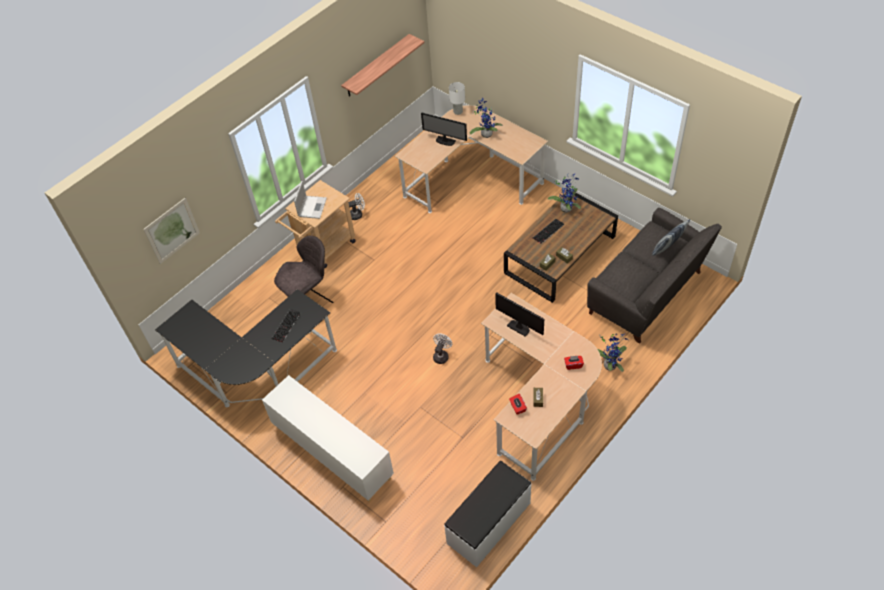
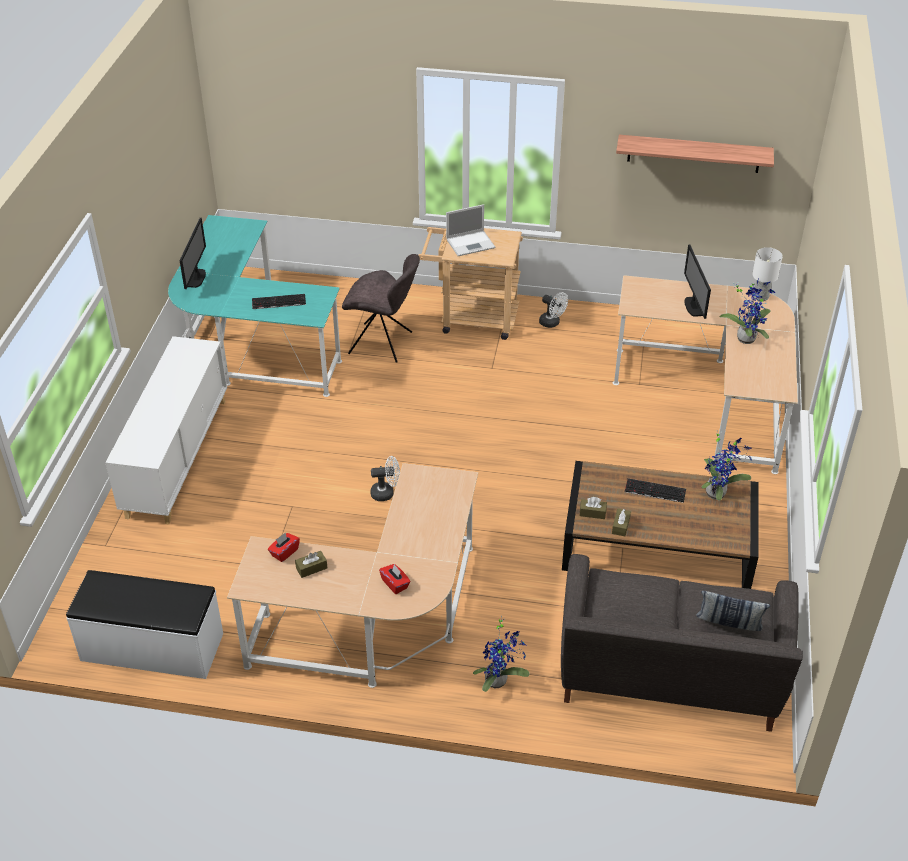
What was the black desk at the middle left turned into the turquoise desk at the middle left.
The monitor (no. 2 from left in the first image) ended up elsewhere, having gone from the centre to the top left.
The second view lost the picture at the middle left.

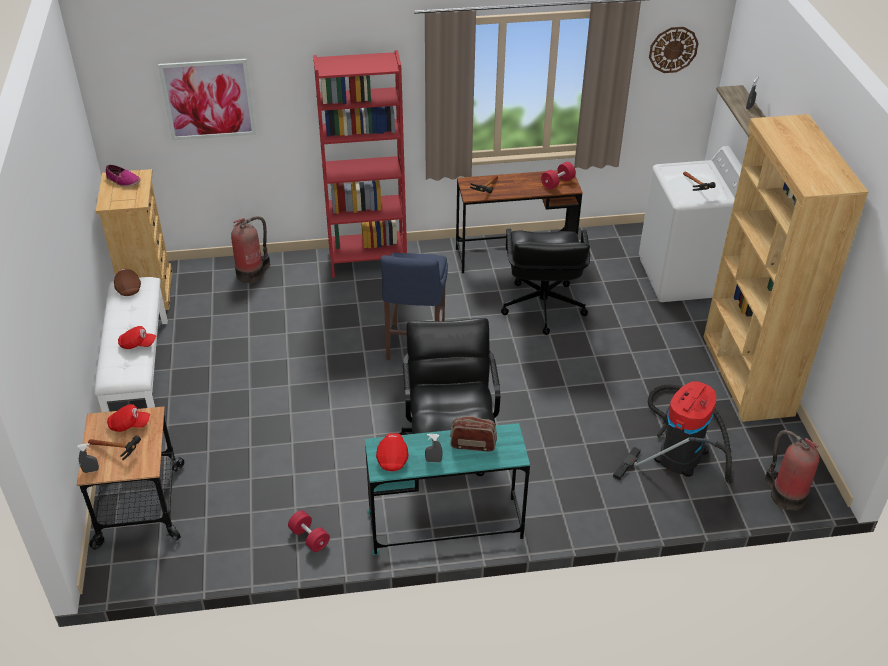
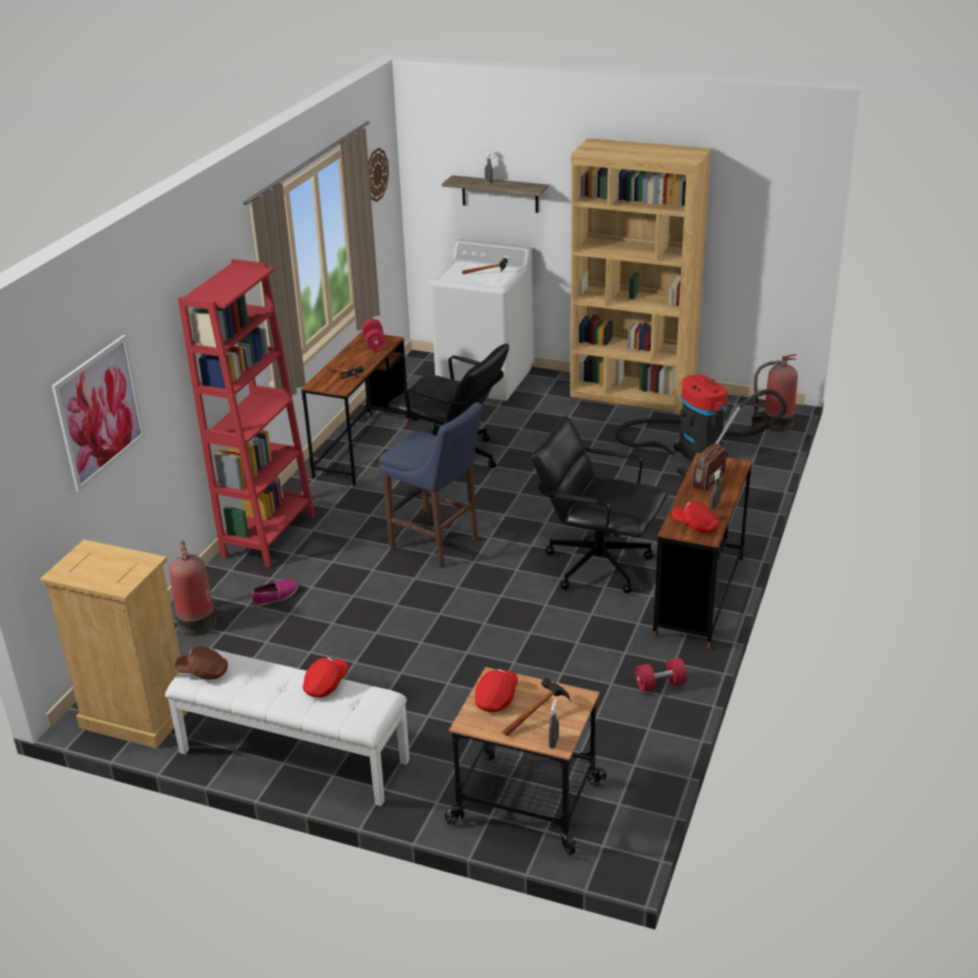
The shoe ended up elsewhere, having gone from the top left to the middle left.
What was the turquoise desk at the bottom centre turned into the brown desk (no. 2 from left) at the middle right.

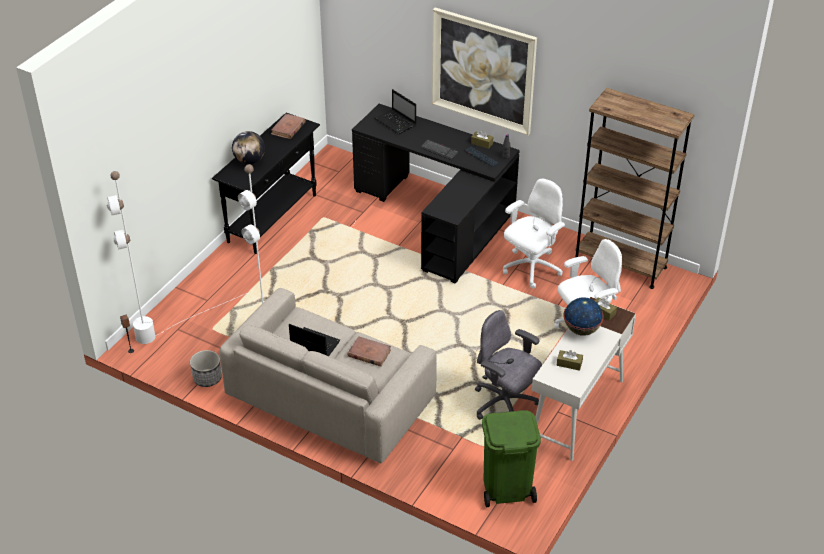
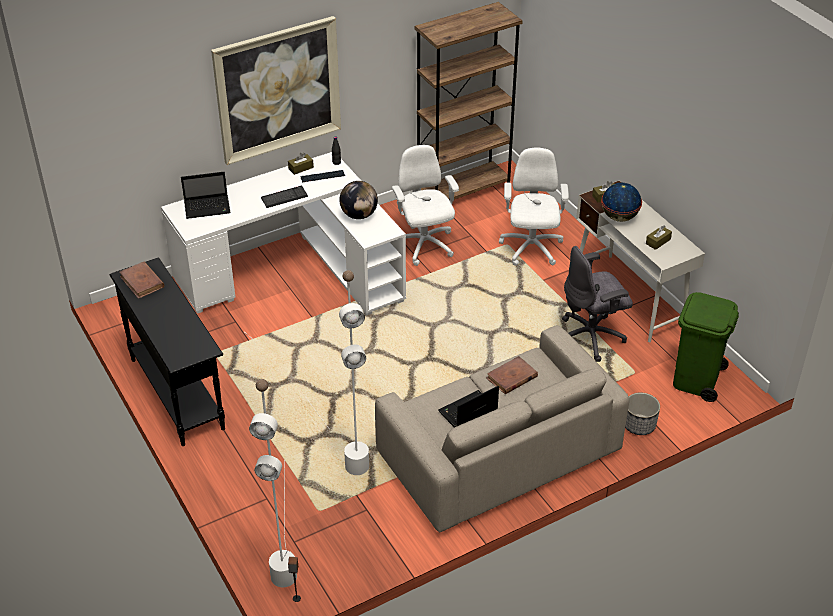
What was the black desk at the centre turned into the white desk (no. 1 from left) at the centre.
The globe (no. 1 from left) ended up elsewhere, having gone from the top left to the top centre.
The planter ended up elsewhere, having gone from the middle left to the bottom right.

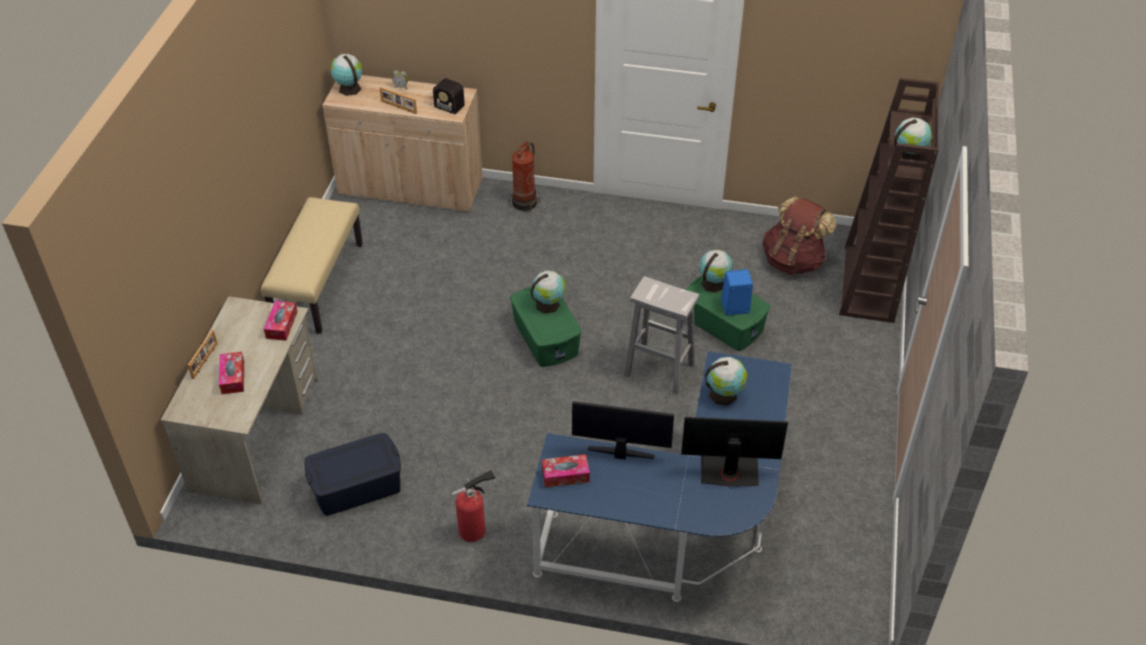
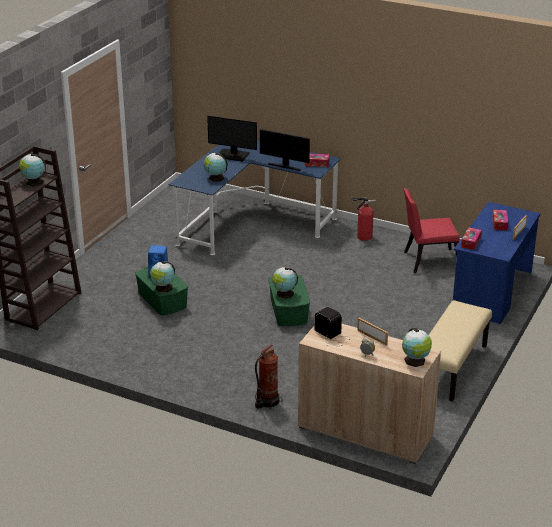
Where the blue storage box stood at the bottom left, the red chair came to stand at the middle right.
What was the beige desk at the middle left turned into the blue desk (no. 2 from left) at the middle right.
The second view lost the white stool at the centre.
The second view lost the brown backpack at the middle right.

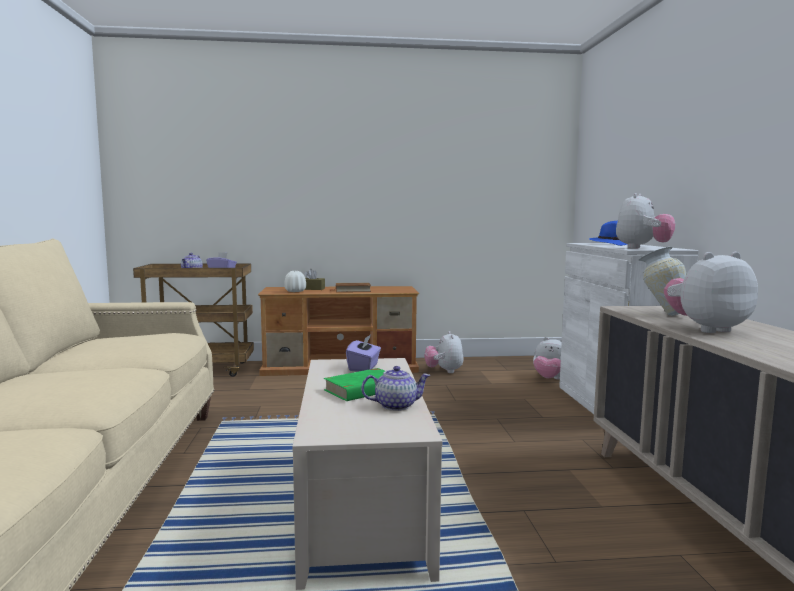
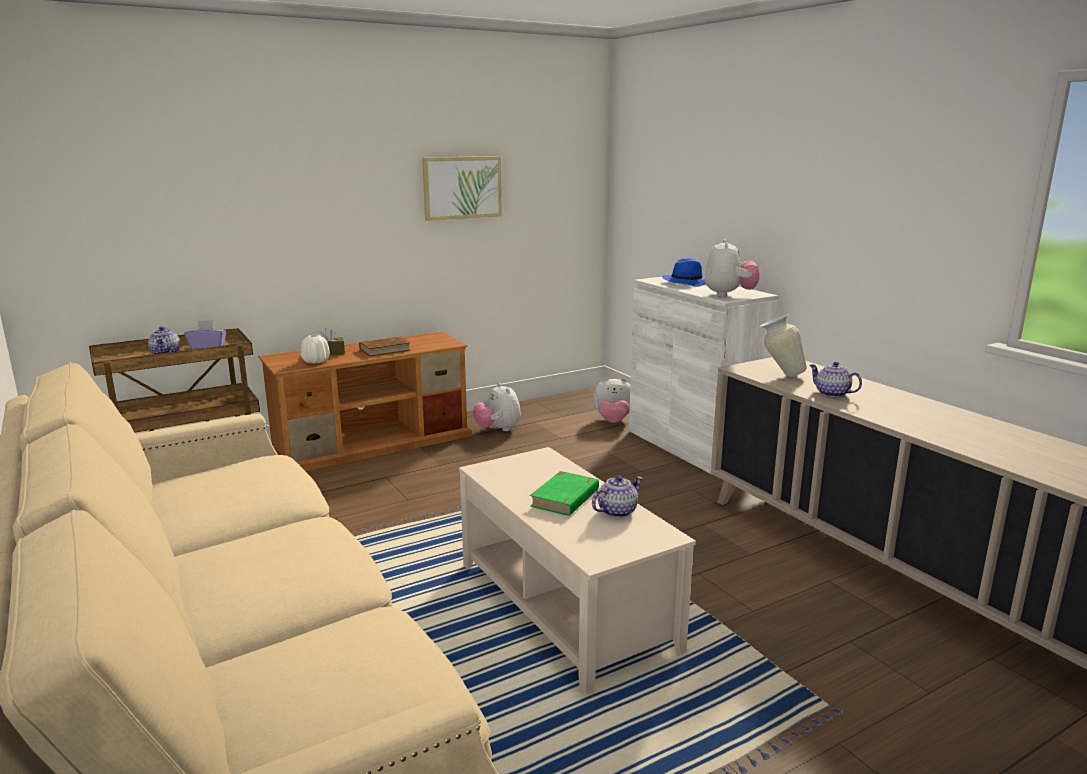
The second view gained the picture at the top centre.
Where the plush toy (no. 4 from left) stood at the middle right, the teapot (no. 3 from left) came to stand at the middle right.
The second view lost the purple tissue box (no. 2 from left) at the centre.

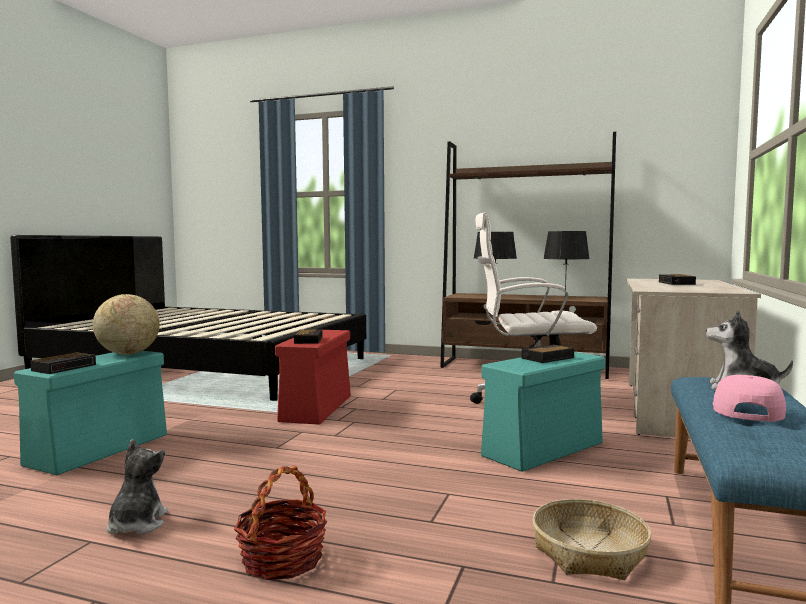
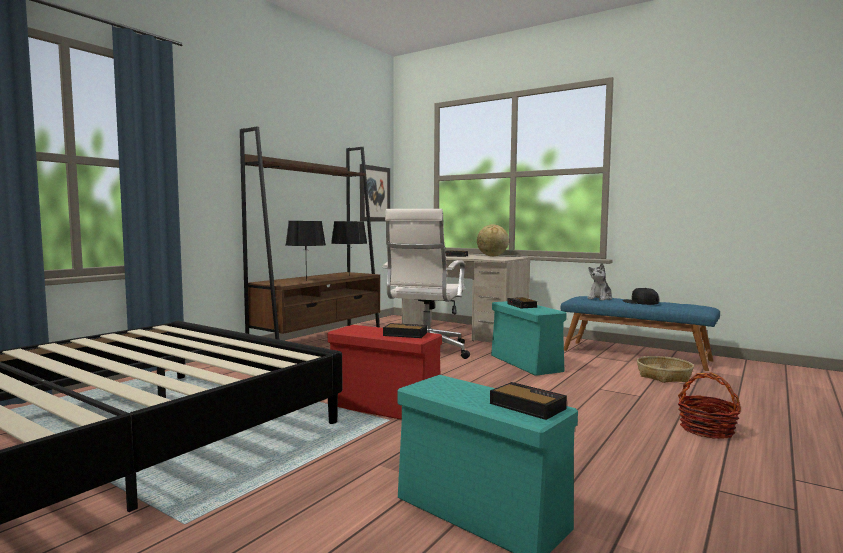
The second view gained the picture at the centre.
The globe ended up elsewhere, having gone from the middle left to the centre.
What was the pink cap at the middle right turned into the black cap at the middle right.
The second view lost the plush toy (no. 1 from left) at the bottom left.

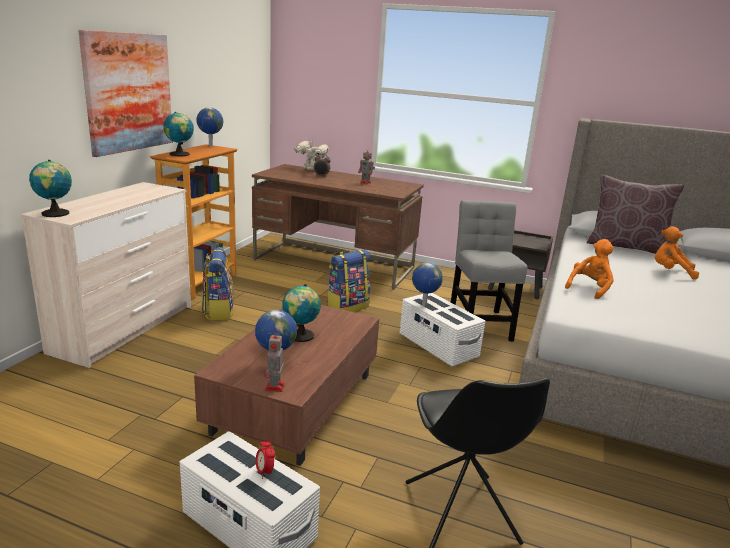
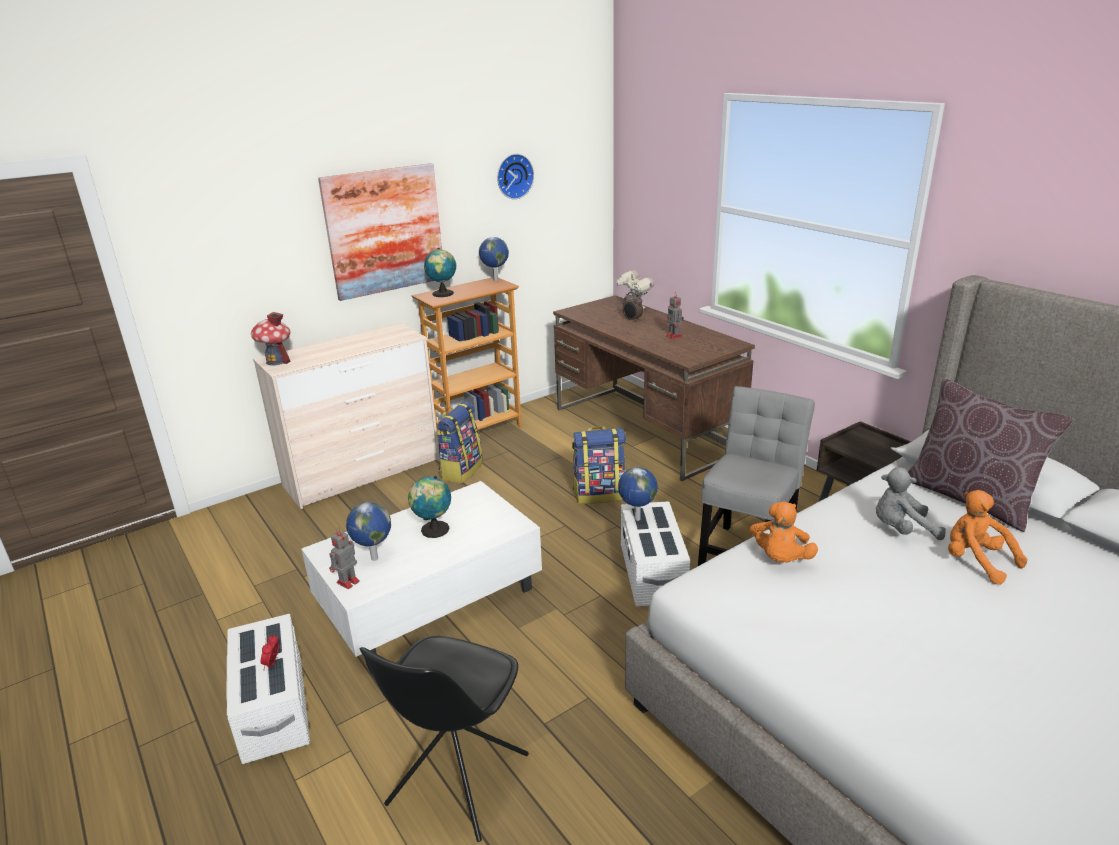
Where the globe (no. 1 from left) stood at the middle left, the toy house came to stand at the middle left.
What was the brown coffee table at the bottom centre turned into the white coffee table at the bottom centre.
The second view gained the wall clock at the top centre.
The orange plush toy (no. 1 from left) at the middle right ended up facing another way, 120 degrees clockwise from before.
The second view gained the grey plush toy at the middle right.

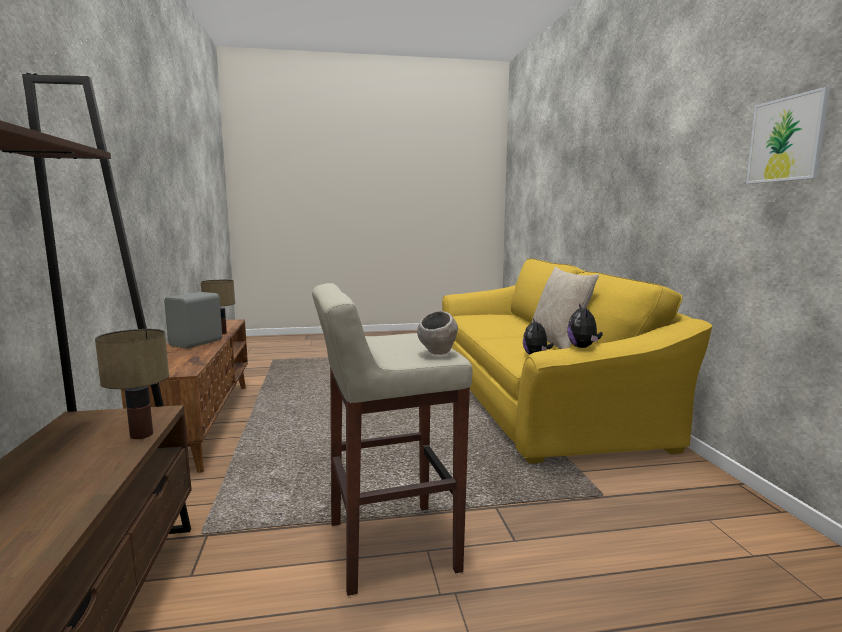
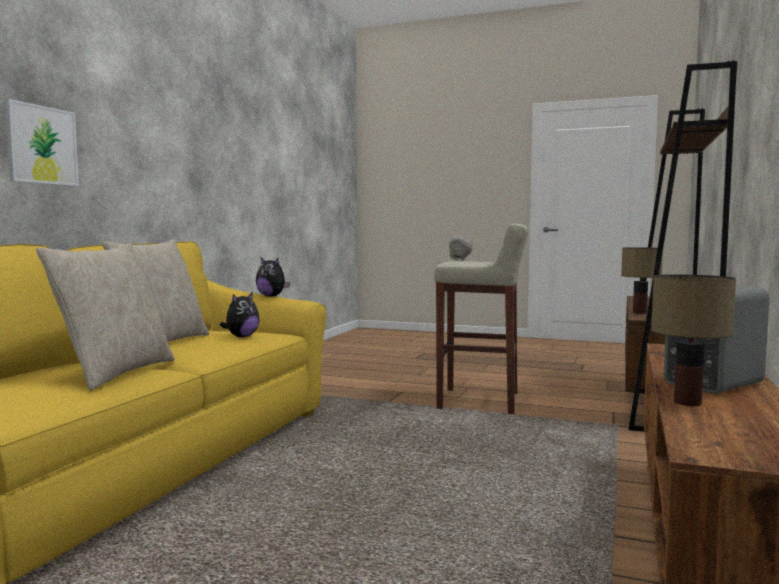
The picture ended up elsewhere, having gone from the top right to the top left.
The second view gained the beige pillow (no. 1 from left) at the middle left.
The plush toy (no. 2 from left) at the middle right ended up facing another way, 90 degrees clockwise from before.

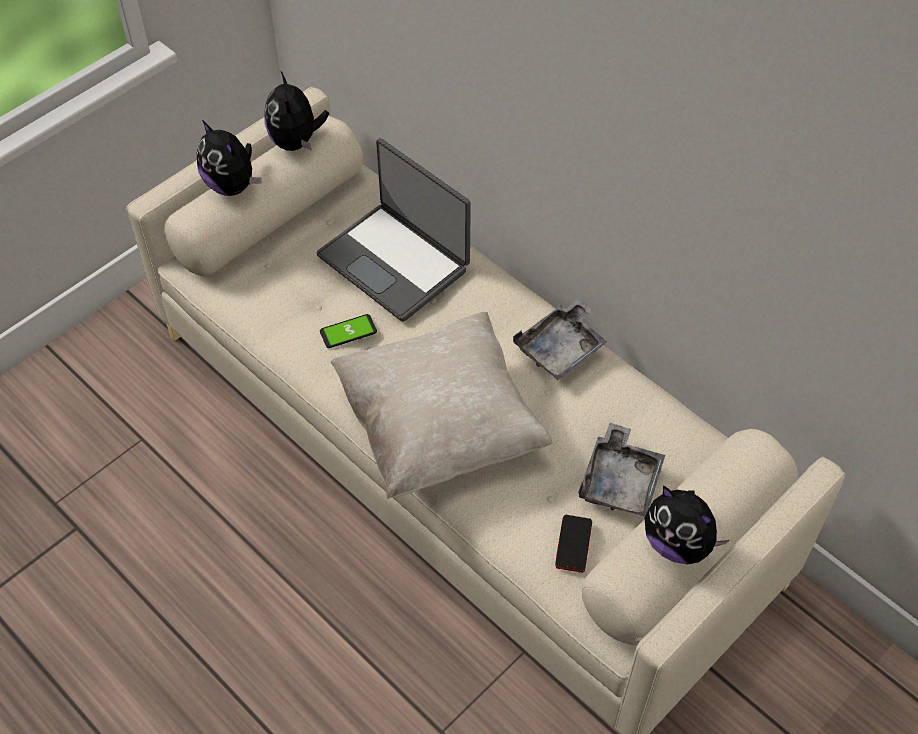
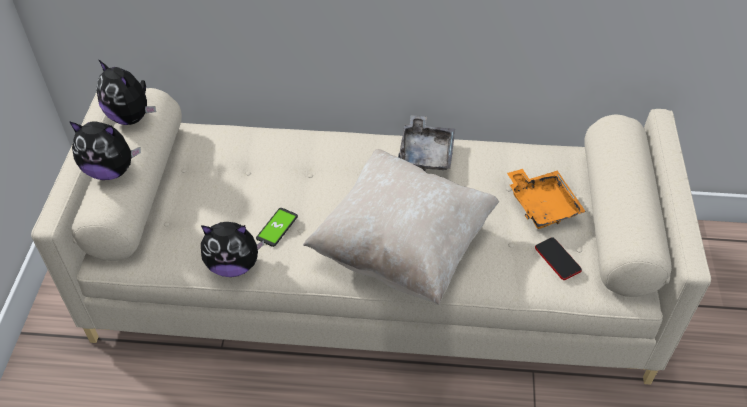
The plush toy (no. 3 from left) ended up elsewhere, having gone from the bottom right to the middle left.
What was the grey tray (no. 2 from left) at the middle right turned into the orange tray at the middle right.
The second view lost the laptop at the top centre.

